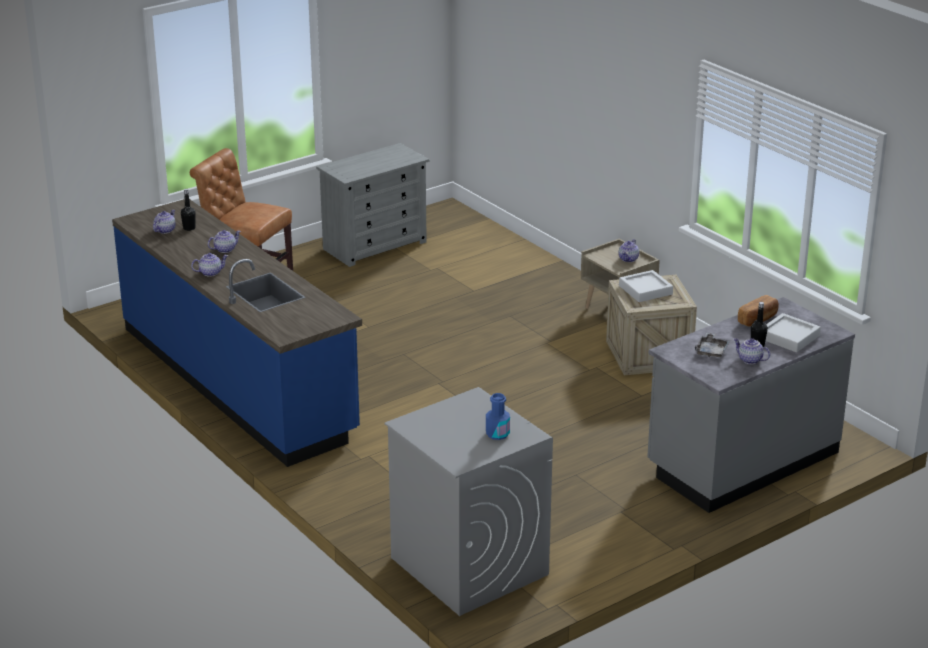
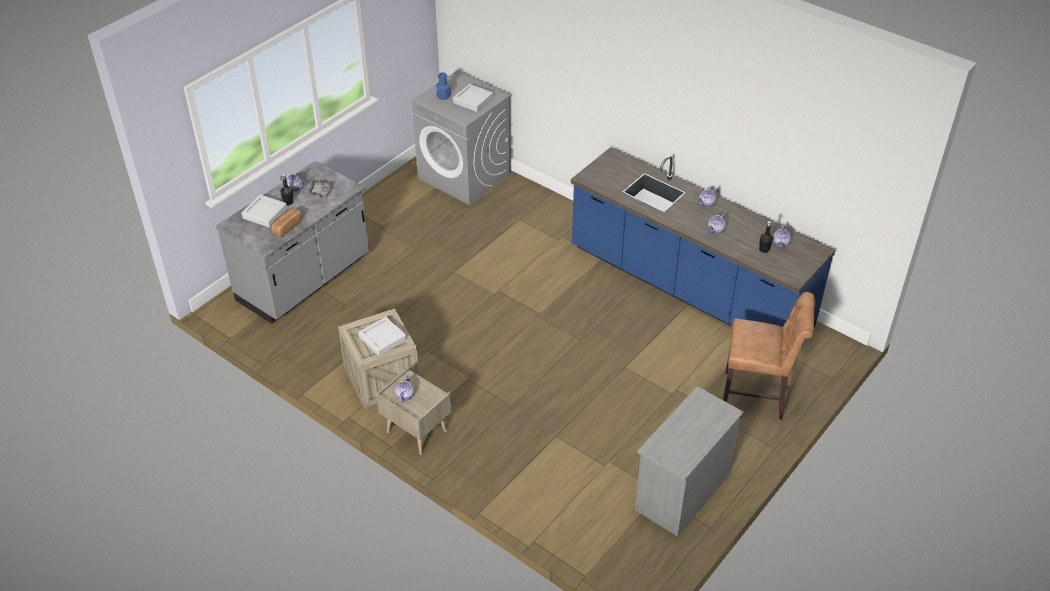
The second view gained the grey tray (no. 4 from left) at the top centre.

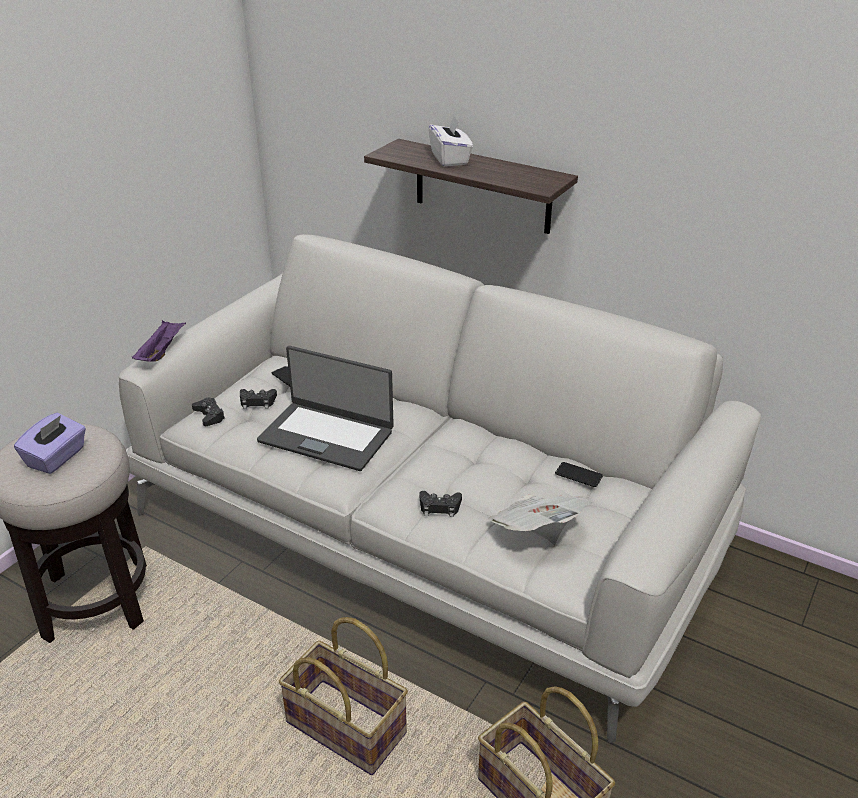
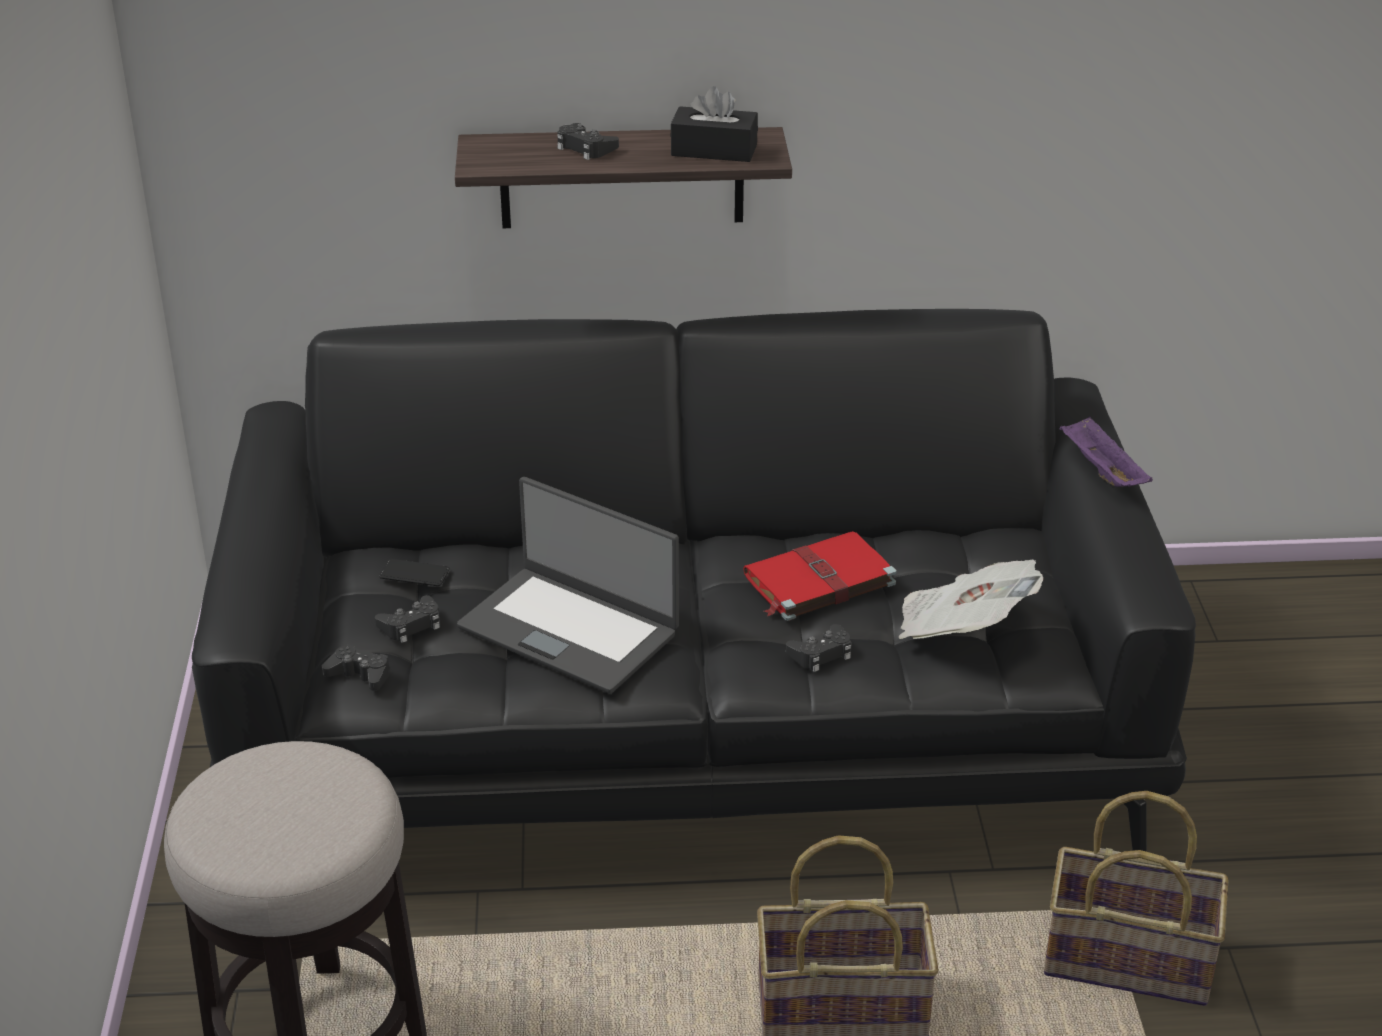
What was the white sofa at the centre turned into the black sofa at the centre.
The laptop at the centre ended up facing another way, 45 degrees clockwise from before.
Where the white tissue box stood at the top centre, the black game controller (no. 3 from left) came to stand at the top centre.
The second view gained the black tissue box at the top centre.
The second view gained the red book at the centre.
The purple tray ended up elsewhere, having gone from the middle left to the middle right.
The second view lost the purple tissue box at the middle left.
The second view lost the phone (no. 2 from left) at the middle right.

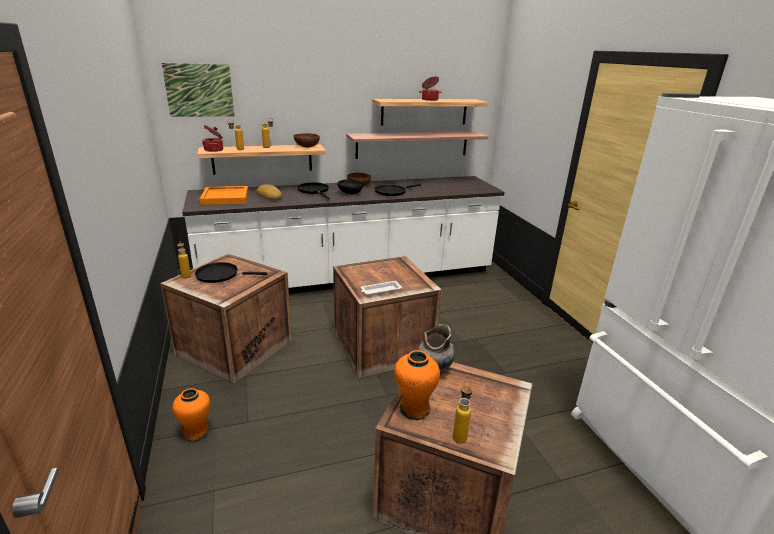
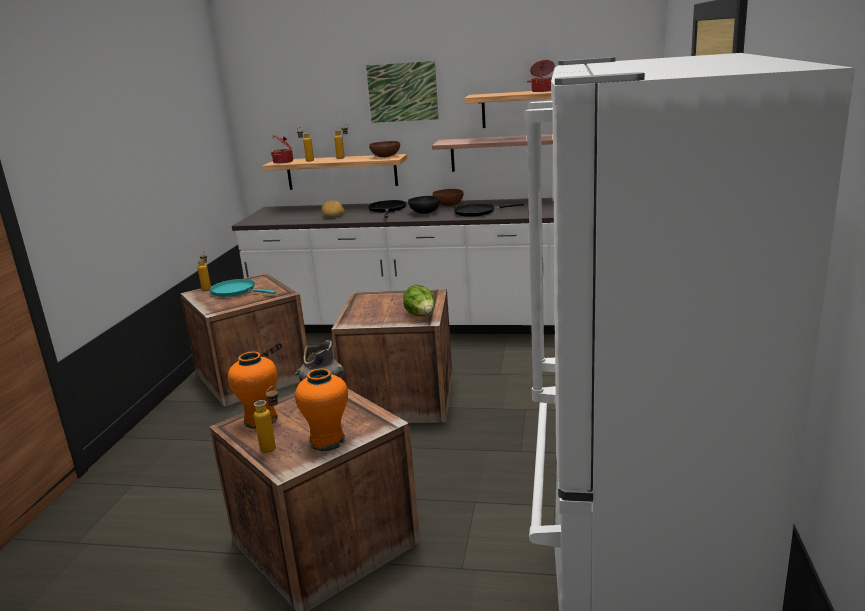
What was the black frying pan (no. 1 from left) at the middle left turned into the turquoise frying pan at the middle left.
The orange vase (no. 1 from left in the first image) ended up elsewhere, having gone from the bottom left to the bottom centre.
The picture ended up elsewhere, having gone from the top left to the top centre.
The second view gained the lettuce at the centre.
The second view lost the orange tray at the middle left.
The second view lost the white tray at the centre.

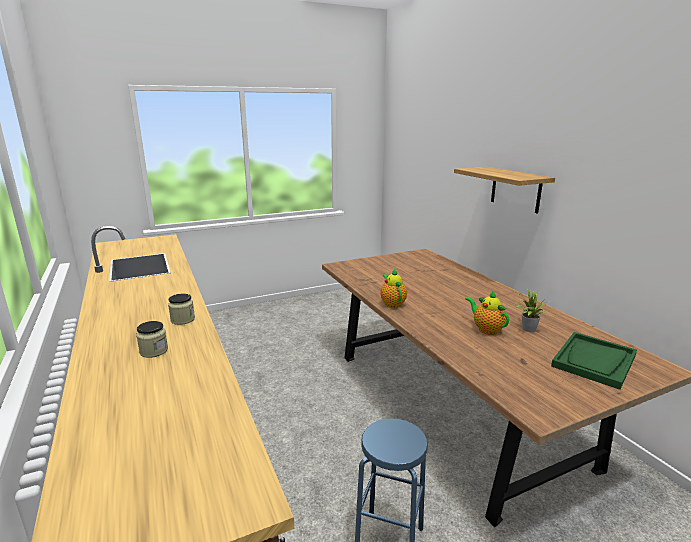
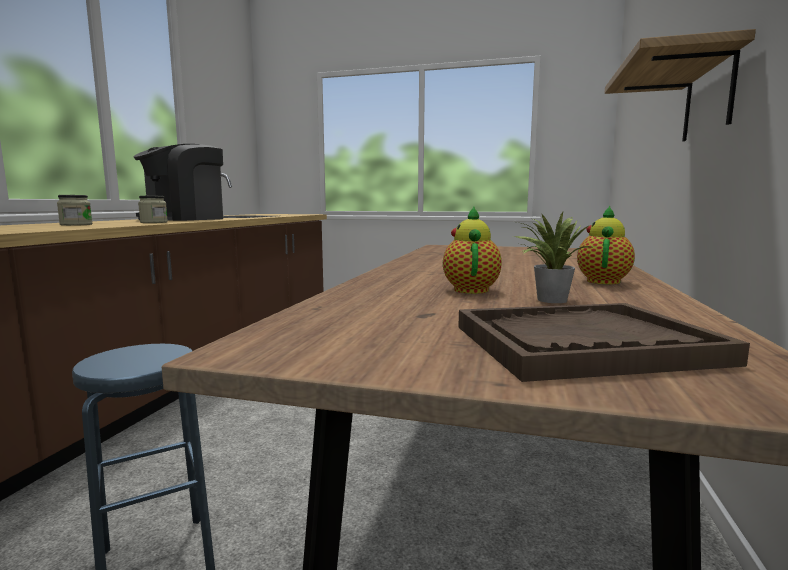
The second view gained the coffee machine at the top left.
What was the green tray at the middle right turned into the brown tray at the middle right.
The teapot (no. 1 from left in the first image) ended up elsewhere, having gone from the centre to the middle right.

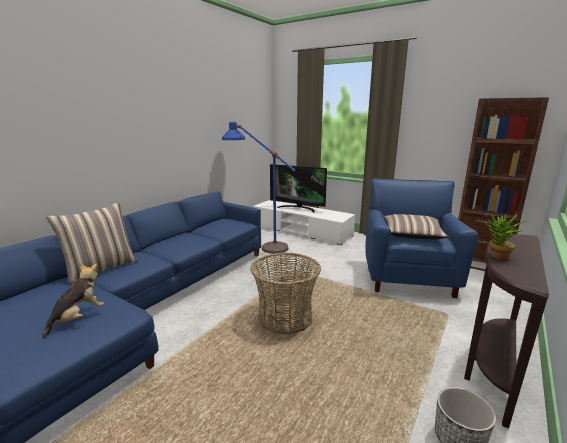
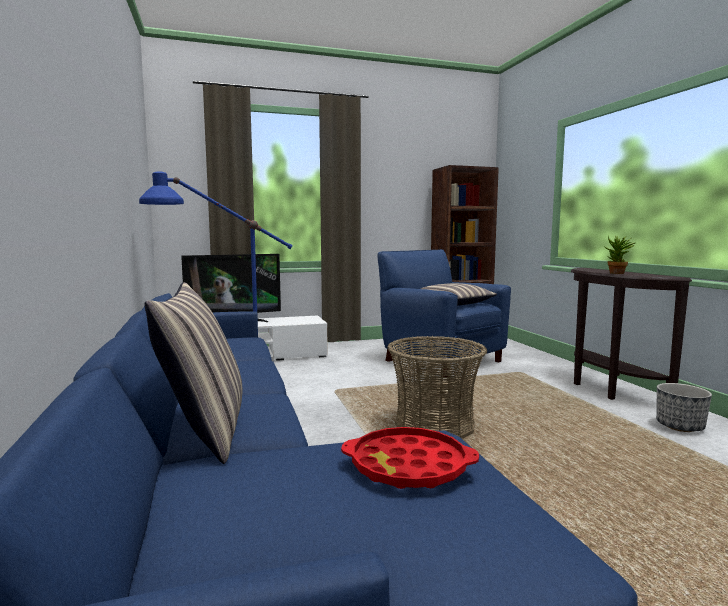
Where the plush toy stood at the bottom left, the red tray came to stand at the bottom centre.

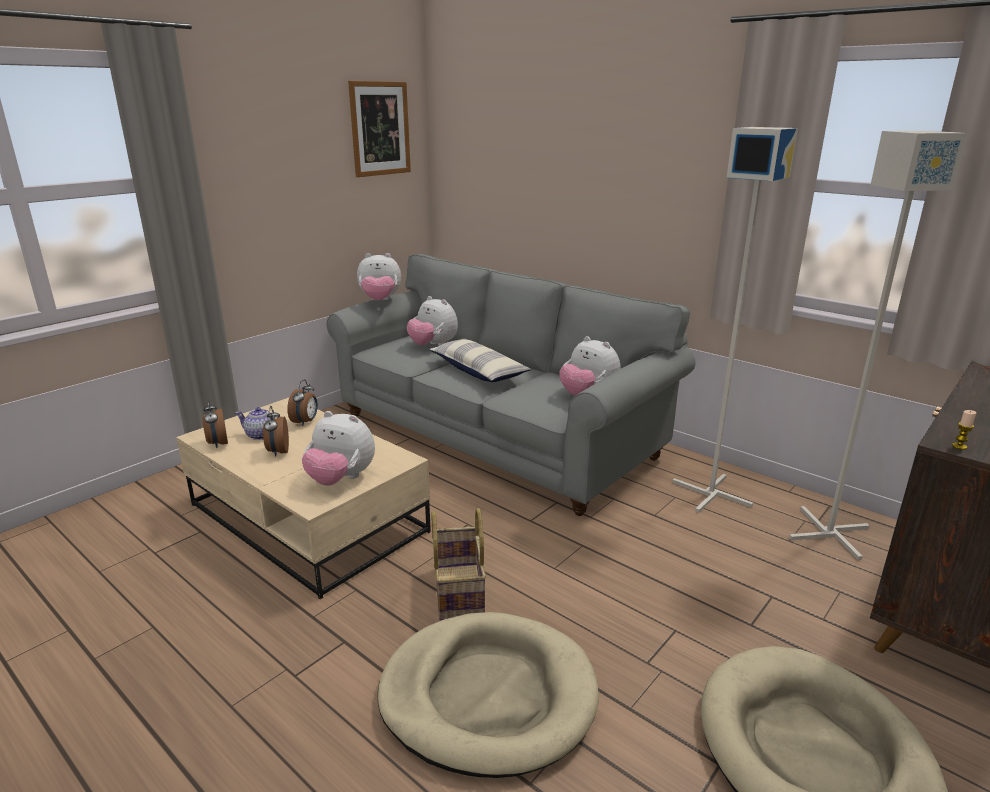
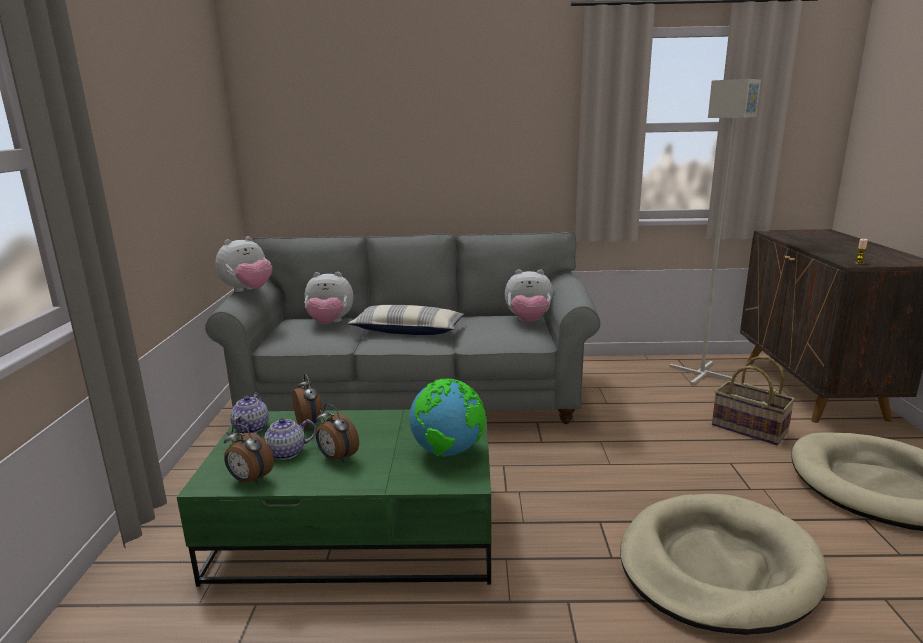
What was the beige coffee table at the middle left turned into the green coffee table at the bottom centre.
The second view gained the teapot (no. 1 from left) at the middle left.
Where the plush toy (no. 1 from left) stood at the centre, the globe came to stand at the centre.
The basket ended up elsewhere, having gone from the bottom centre to the middle right.
The second view lost the picture at the top centre.
The second view lost the grey floor lamp (no. 1 from left) at the middle right.

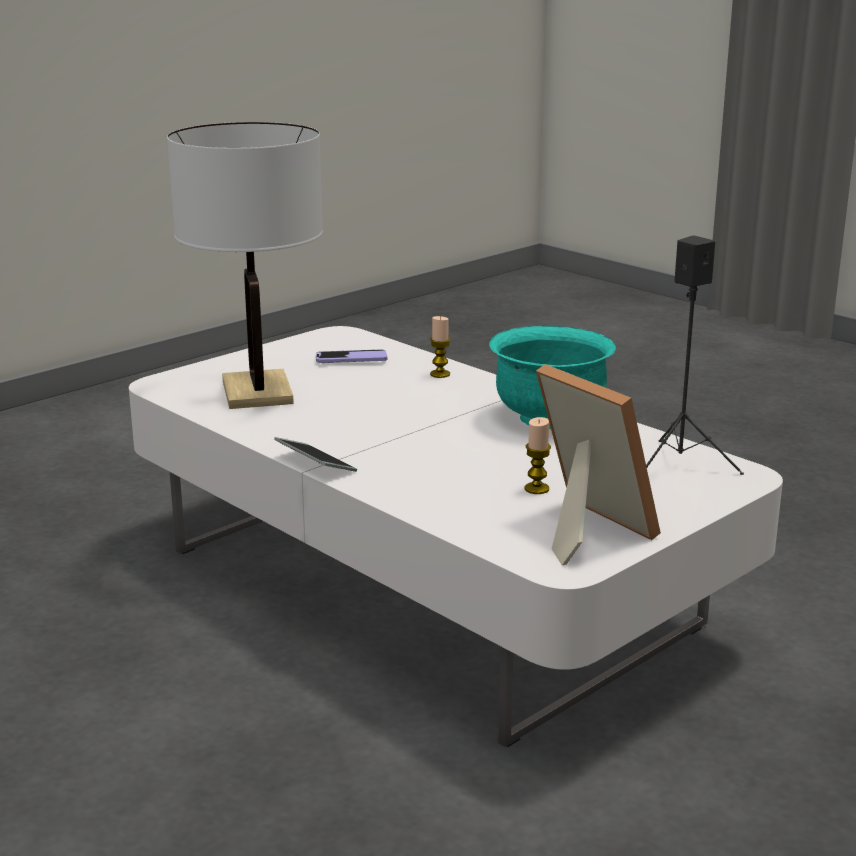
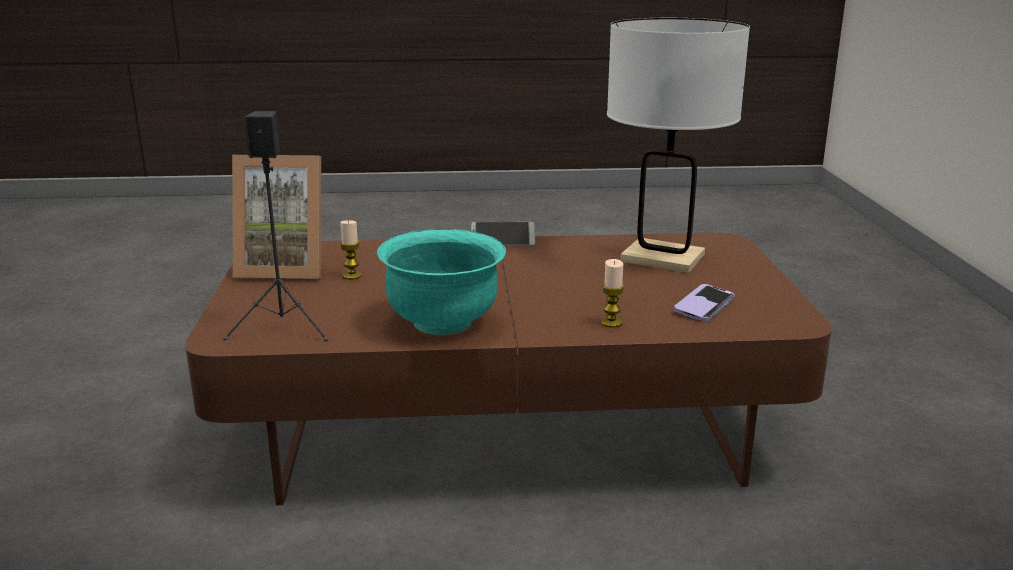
What was the white coffee table at the centre turned into the brown coffee table at the centre.

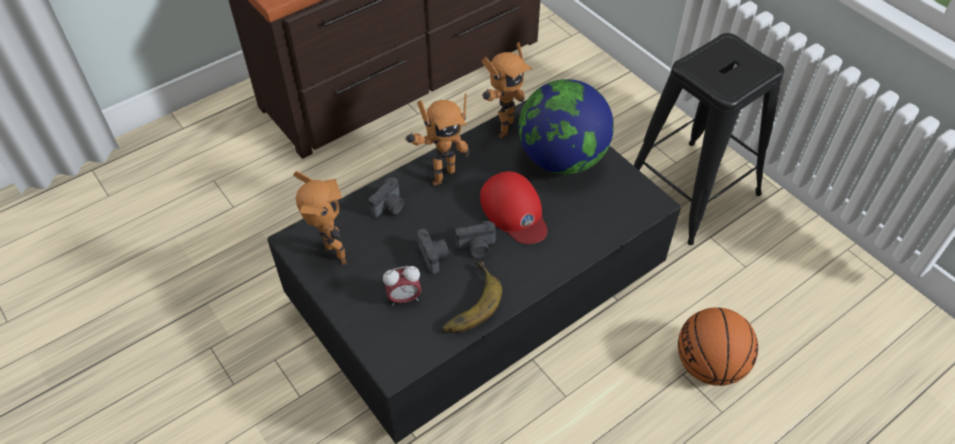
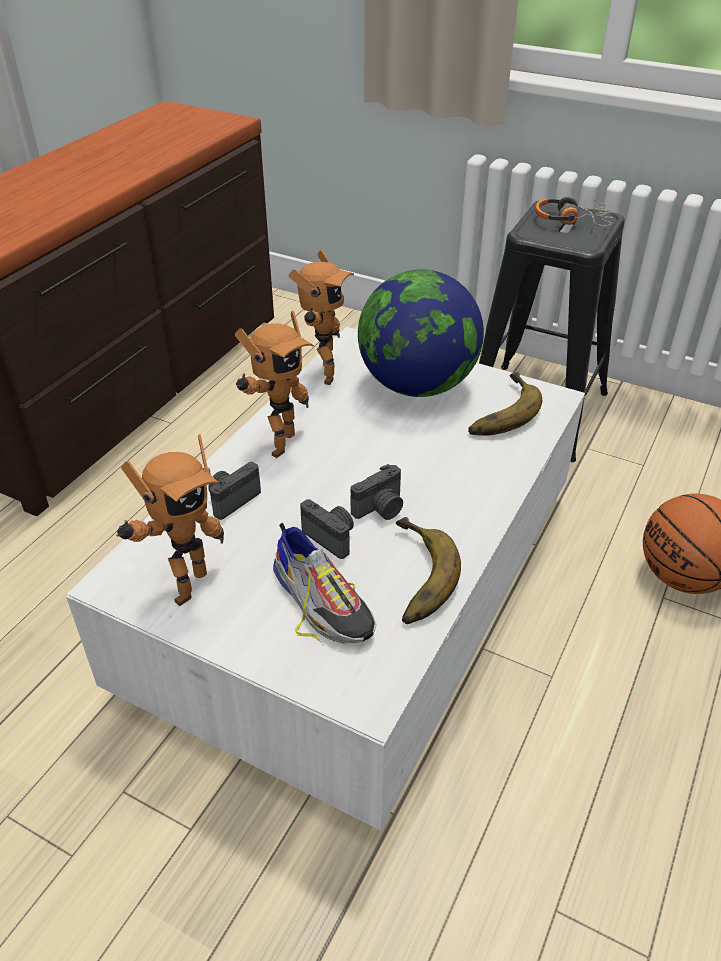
What was the black coffee table at the centre turned into the white coffee table at the centre.
The toy robot (no. 1 from left) at the centre ended up facing another way, 90 degrees clockwise from before.
The photo camera (no. 1 from left) at the centre ended up facing another way, 150 degrees counterclockwise from before.
Where the alarm clock stood at the centre, the shoe came to stand at the centre.
The second view gained the banana (no. 2 from left) at the middle right.
The second view gained the headphones at the top right.
The second view lost the red cap at the centre.

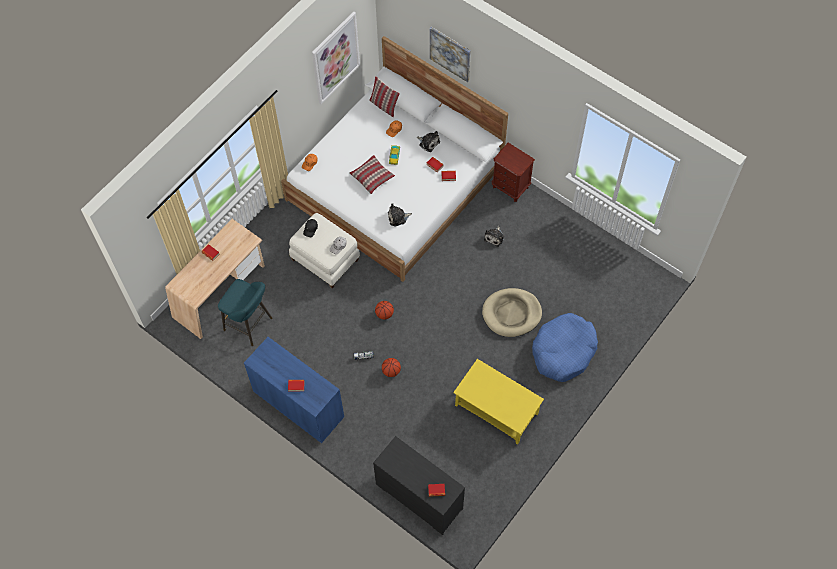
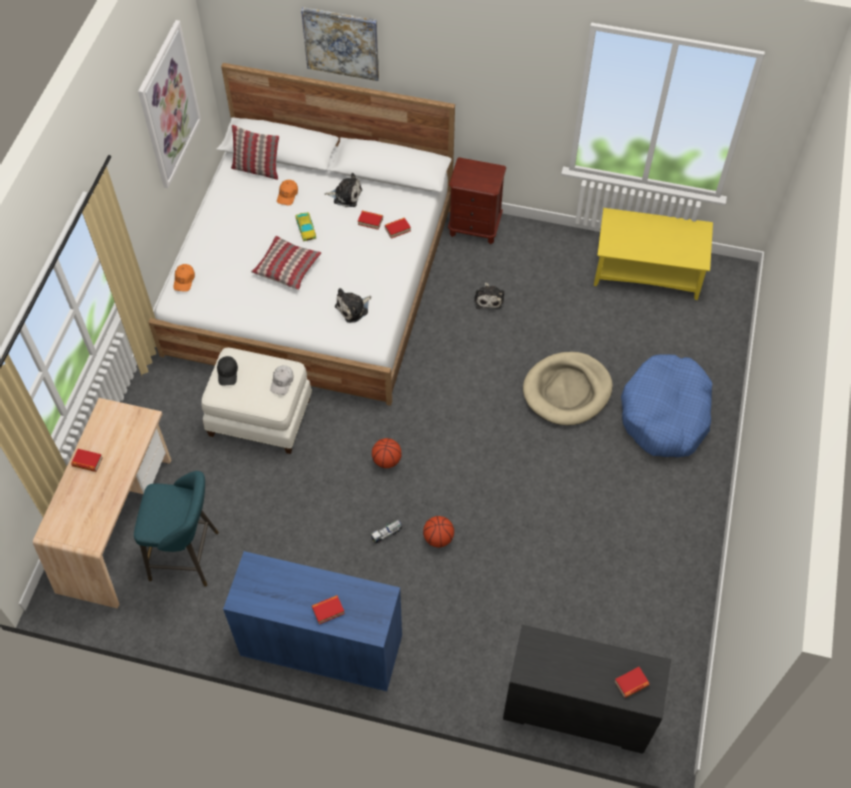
The yellow coffee table ended up elsewhere, having gone from the bottom centre to the top right.

